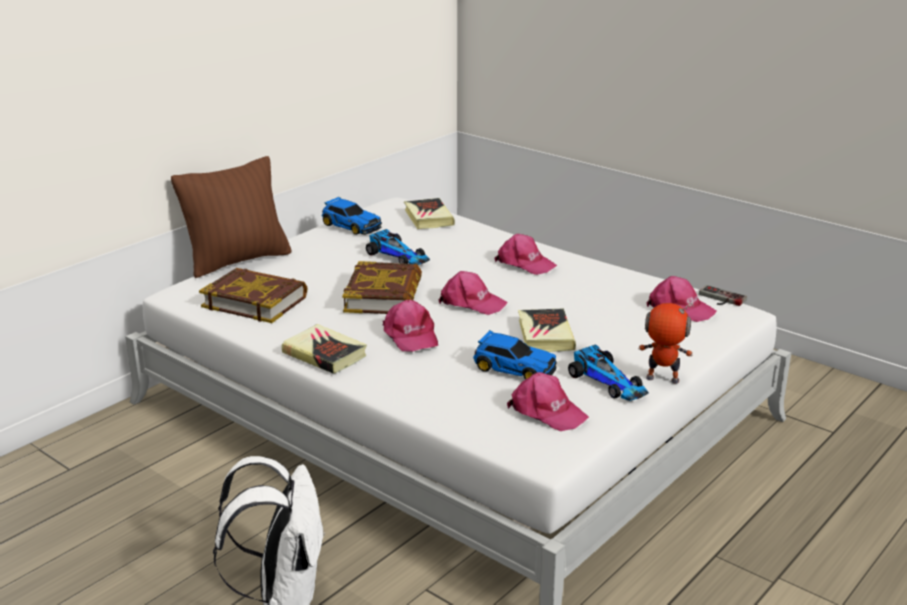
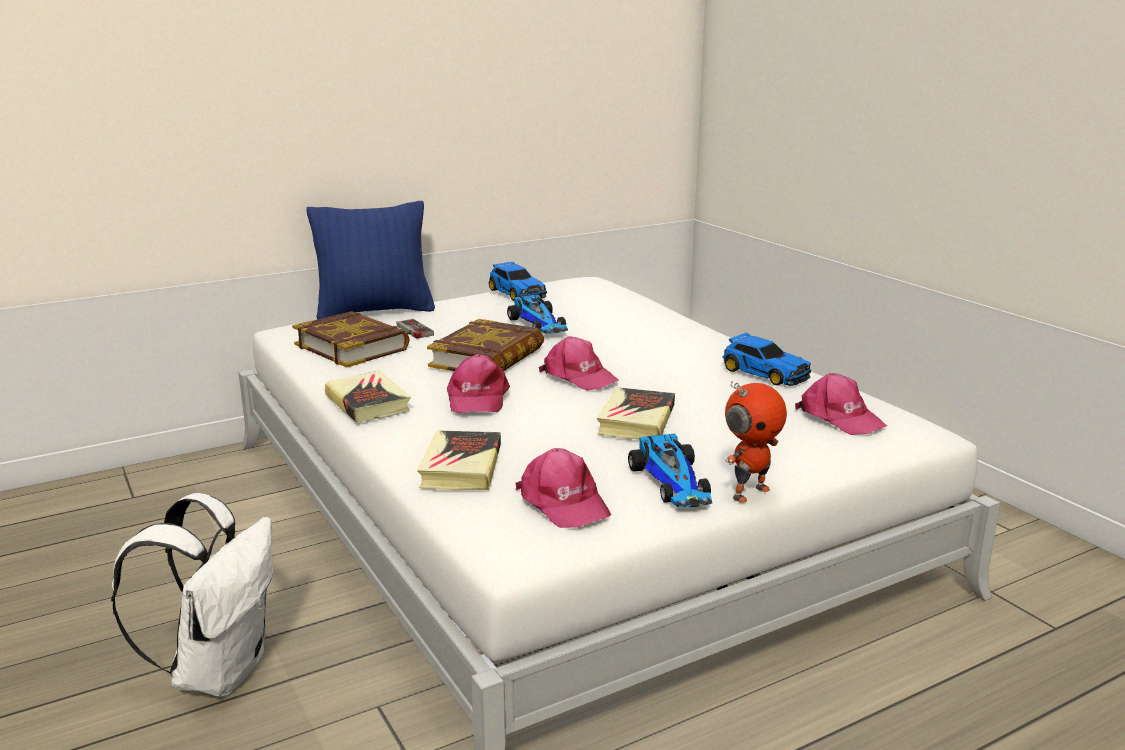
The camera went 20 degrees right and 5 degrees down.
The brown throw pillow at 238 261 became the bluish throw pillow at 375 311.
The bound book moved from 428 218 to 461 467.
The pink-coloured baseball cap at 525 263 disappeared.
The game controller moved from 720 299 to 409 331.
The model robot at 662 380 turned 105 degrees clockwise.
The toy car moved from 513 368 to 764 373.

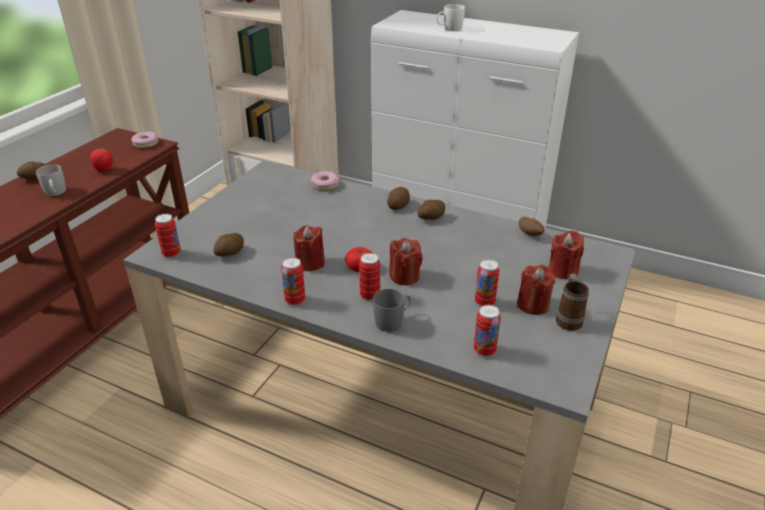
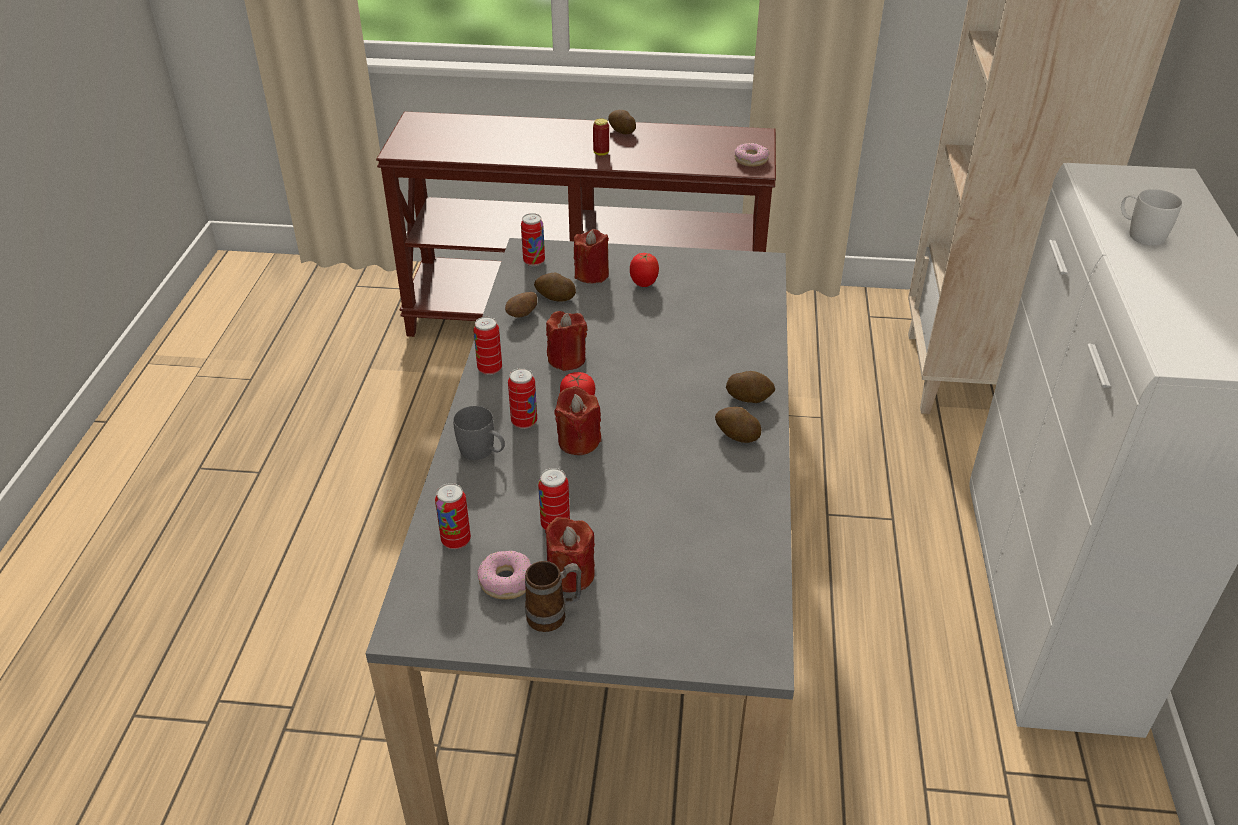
The camera went 70 degrees right and 5 degrees up.
The tomato moved from 104 170 to 644 284.
The white-coloured mug at 55 193 was replaced by the can at 601 153.
The ring doughnut moved from 325 185 to 506 581.
The spud moved from 530 234 to 522 315.
The red wax light moved from 563 270 to 591 274.

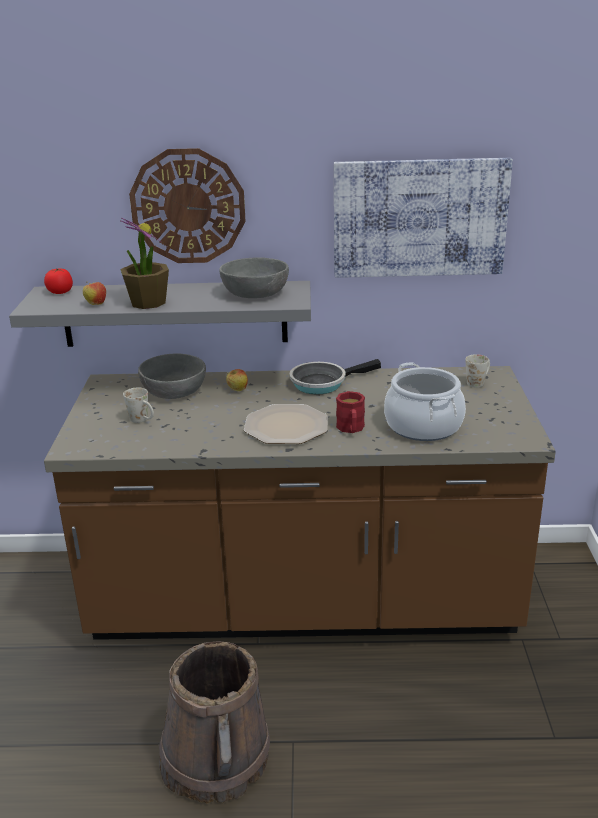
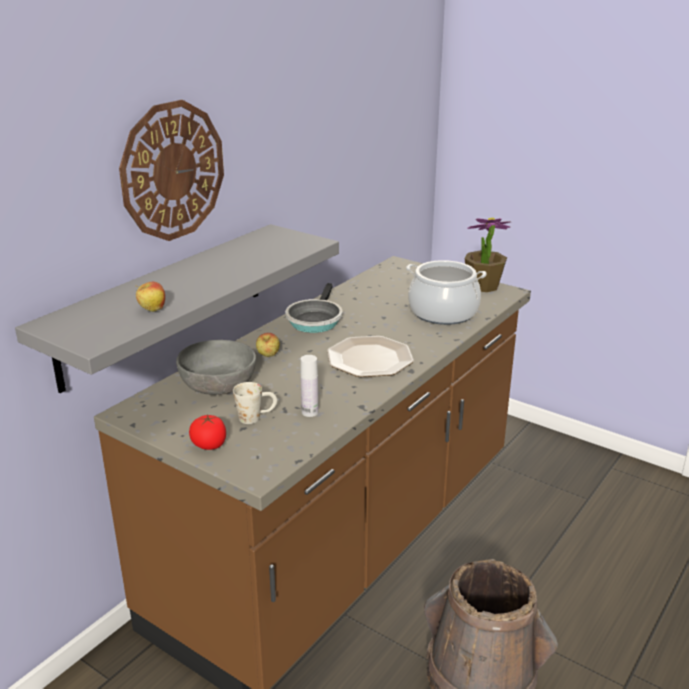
The camera went 55 degrees left and 0 degrees up.
The wall art at 419 218 disappeared.
The houseplant moved from 148 303 to 483 286.
The greyish deep dish at 255 293 disappeared.
The tomato moved from 60 292 to 209 445.
The white-coloured mug at 478 382 disappeared.
The red mug at 351 429 disappeared.
The white-coloured bottle at 310 412 appeared.

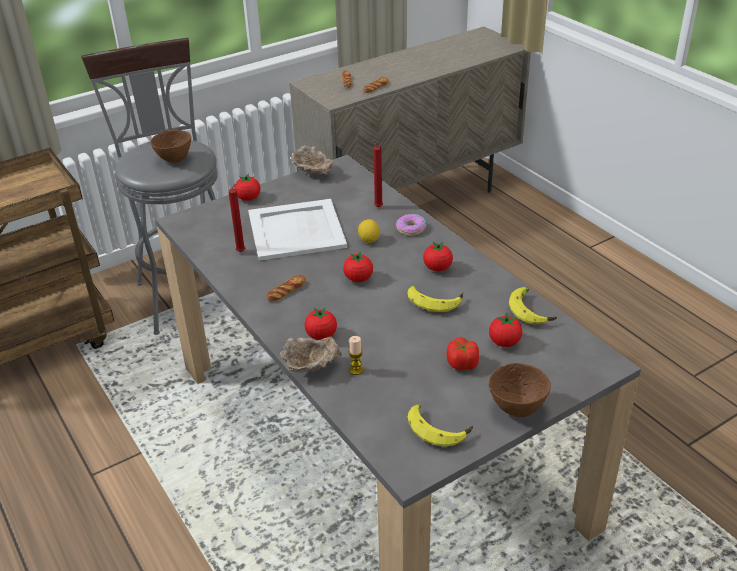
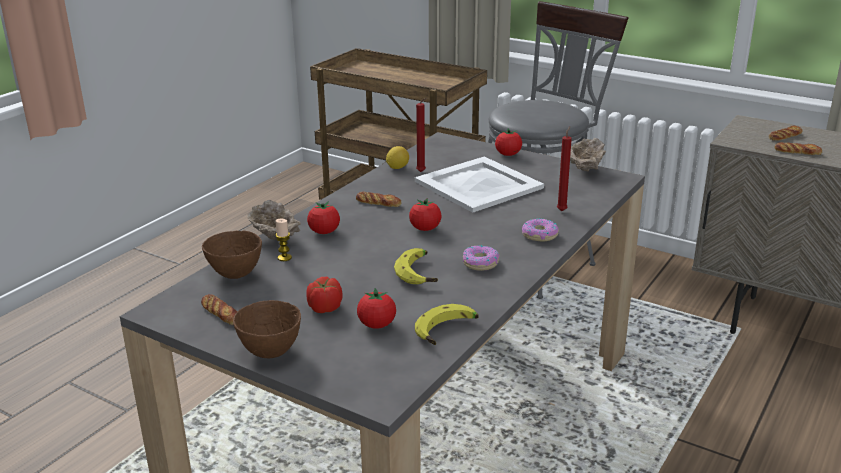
The camera went 65 degrees right and 10 degrees down.
The brown deep dish moved from 175 160 to 235 274.
The whole lemon moved from 369 240 to 397 167.
The tomato at 437 268 was replaced by the ring doughnut at 480 263.
The whole banana at 438 428 was replaced by the bread at 221 313.

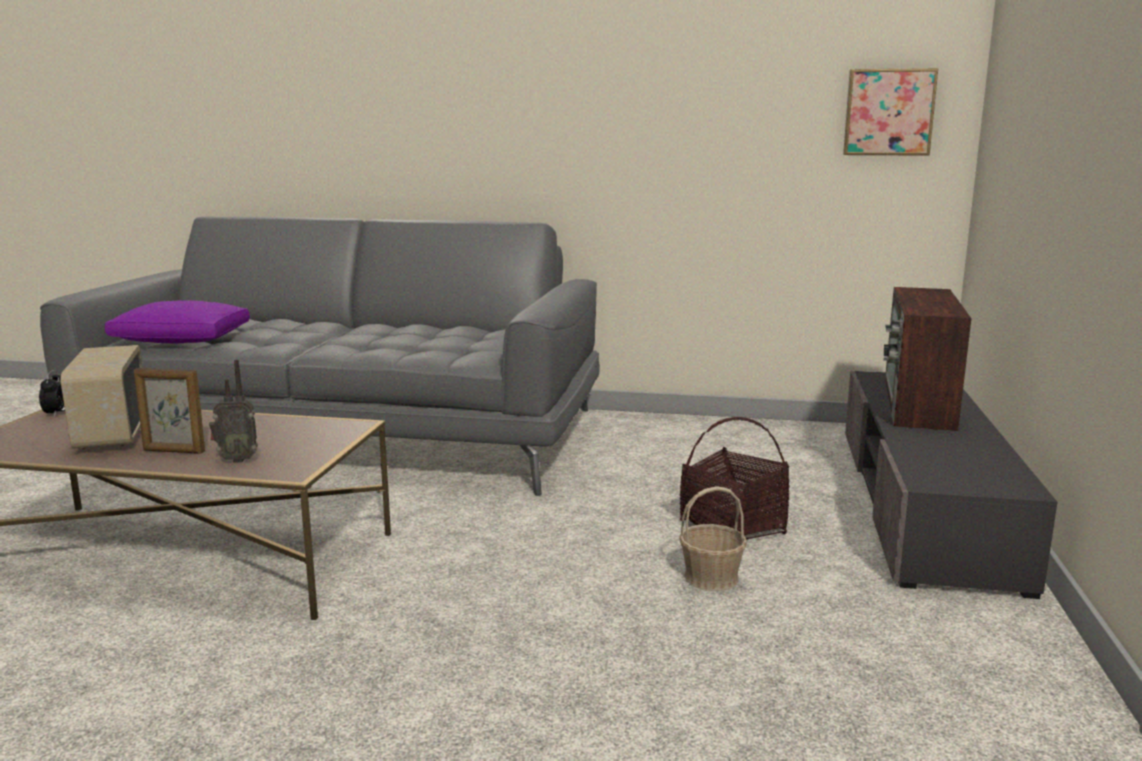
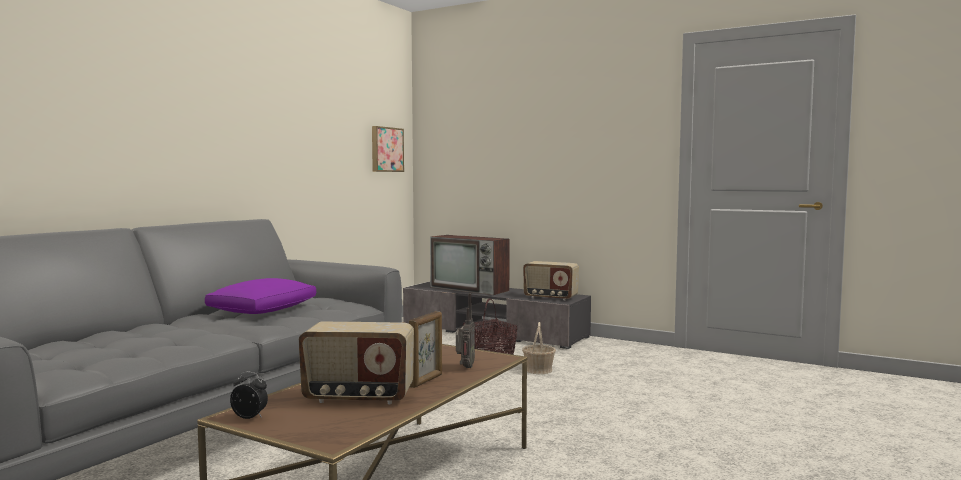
The camera went 70 degrees left and 10 degrees down.
The purple throw pillow moved from 183 340 to 263 310.
The radio at 550 297 appeared.

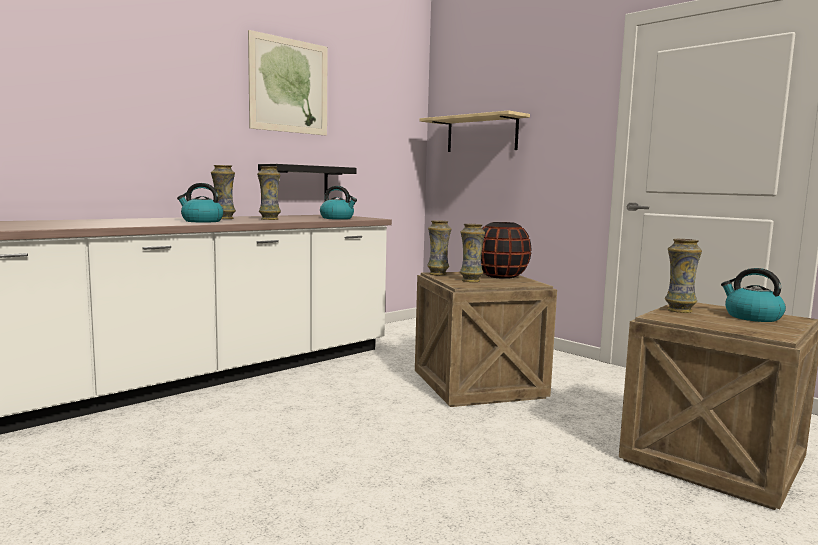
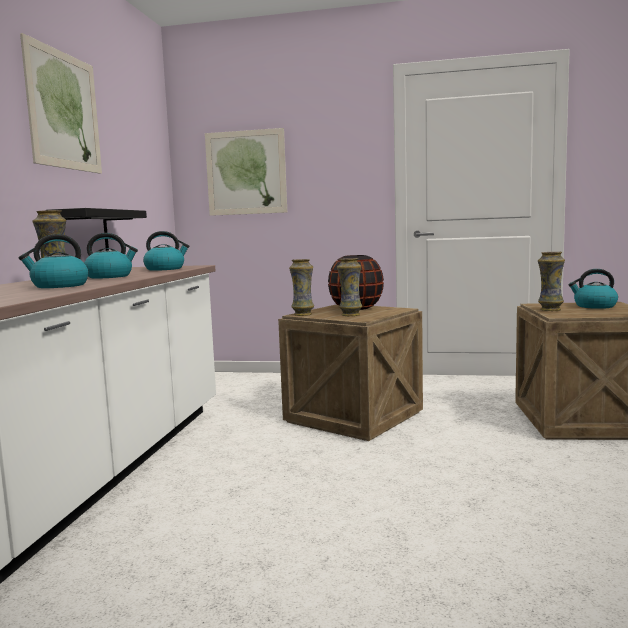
The camera went 35 degrees left and 0 degrees up.
The beige-coloured shelf at 481 134 was replaced by the wall art at 246 172.
The flower vase at 269 219 was replaced by the tea kettle at 110 276.

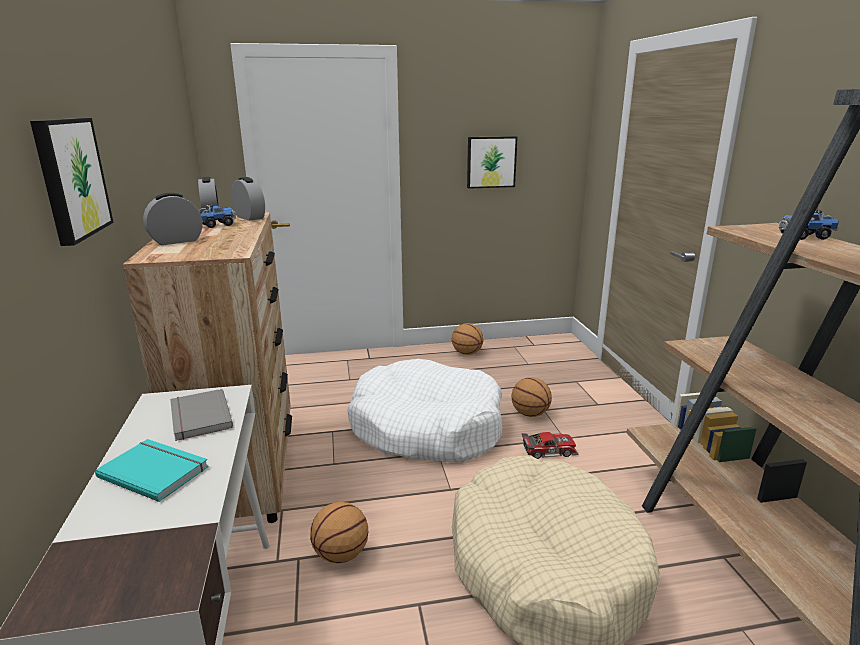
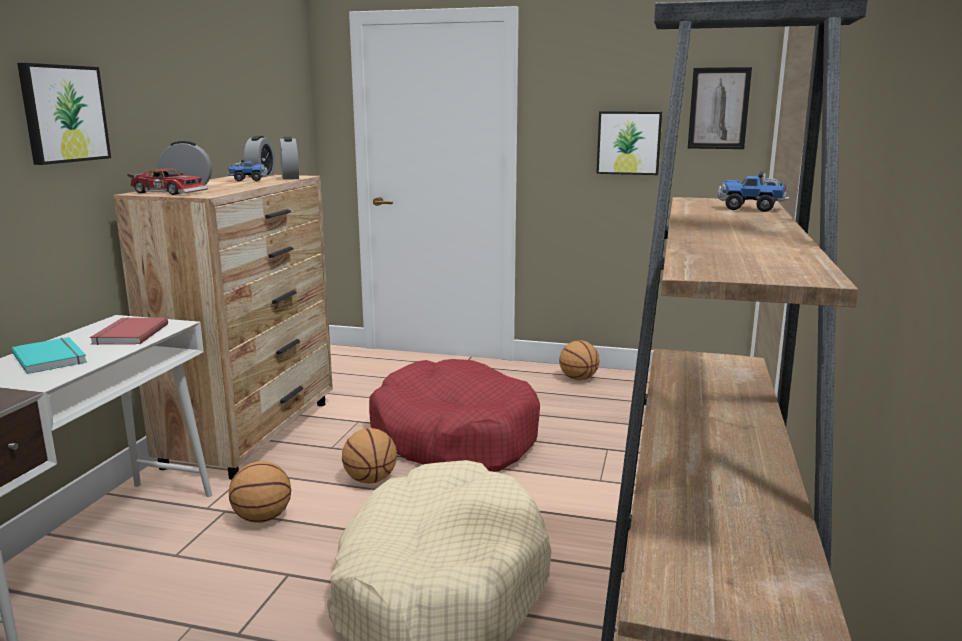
The camera went 25 degrees right and 5 degrees down.
The white-coloured pet bed at 426 427 became the red pet bed at 454 437.
The basketball ball moved from 530 414 to 371 480.
The greyish bound book at 198 417 became the red bound book at 128 334.
The toy car moved from 548 449 to 170 192.
The wall art at 718 108 appeared.

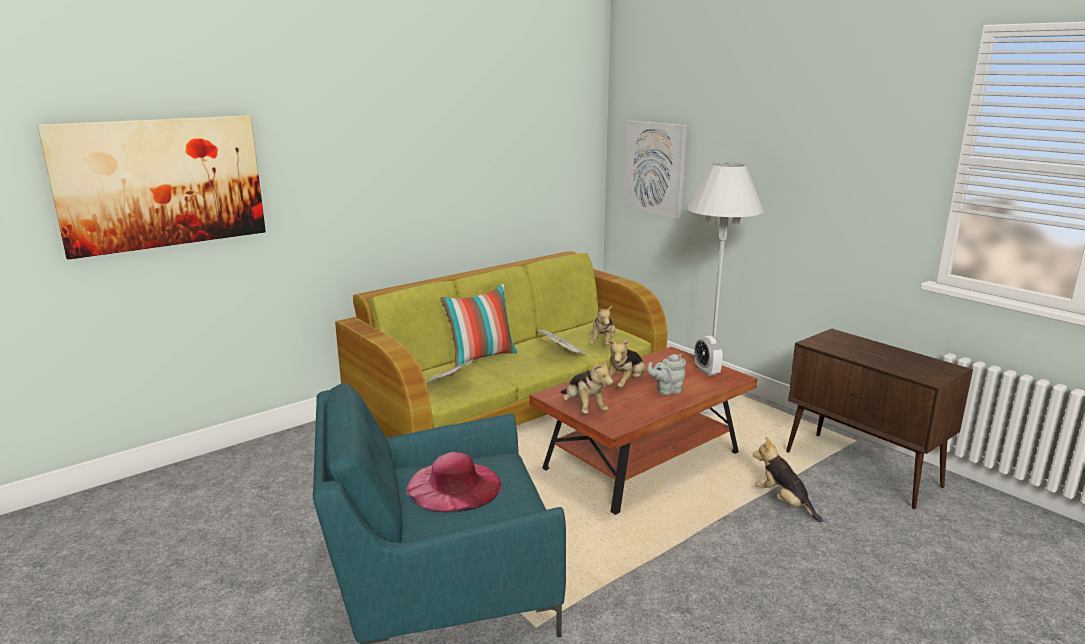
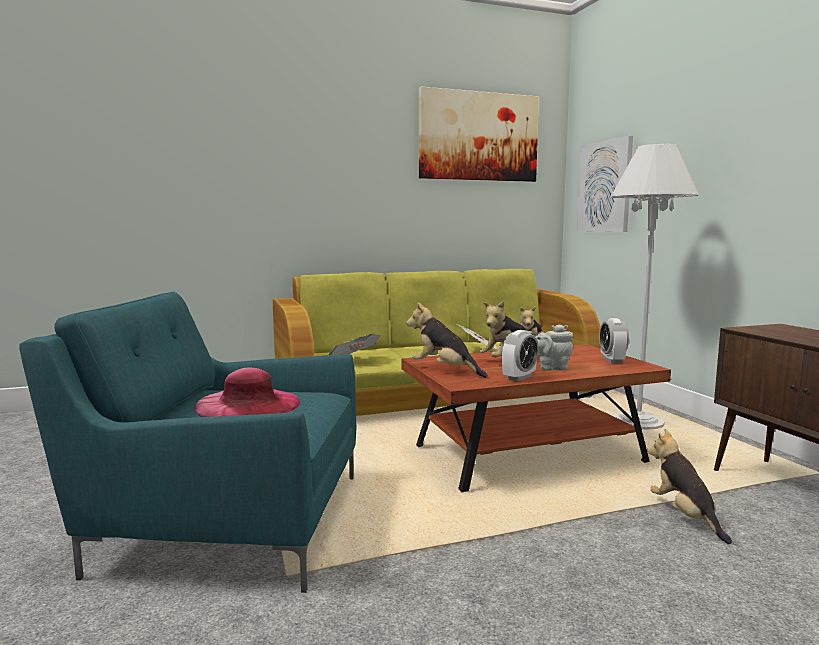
The camera went 20 degrees right and 10 degrees down.
The wall art moved from 161 183 to 478 136.
The throw pillow at 481 357 disappeared.
The cuddly toy at 584 409 turned 135 degrees clockwise.
The bedside clock at 519 377 appeared.

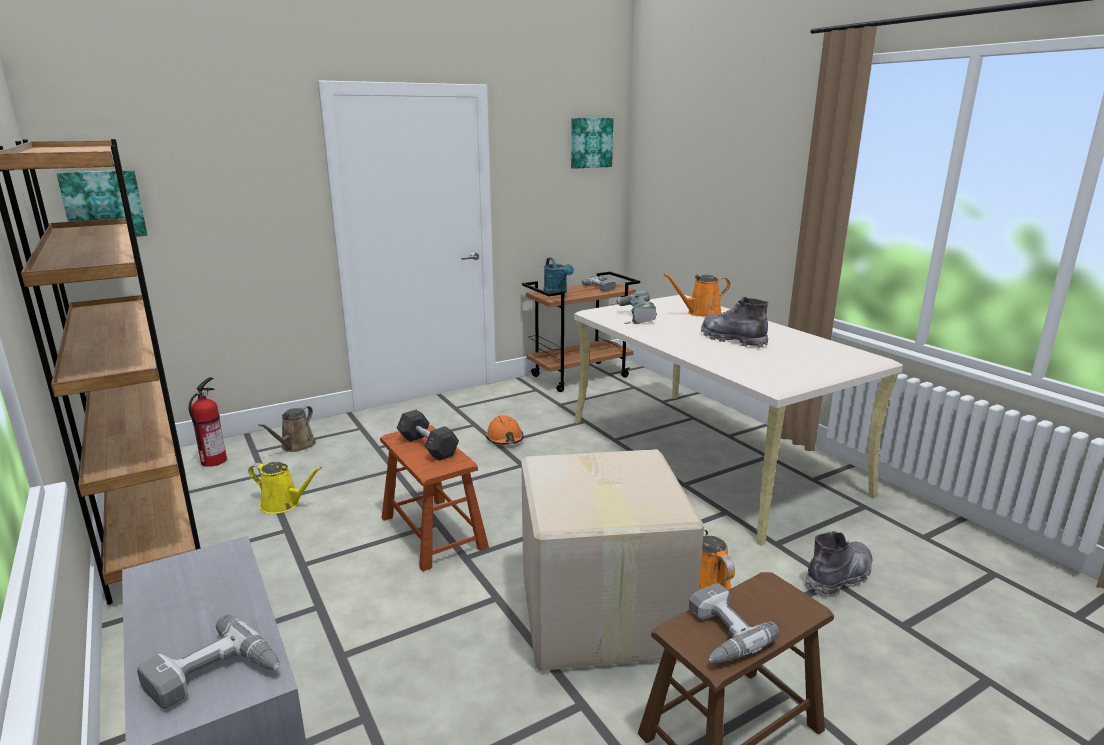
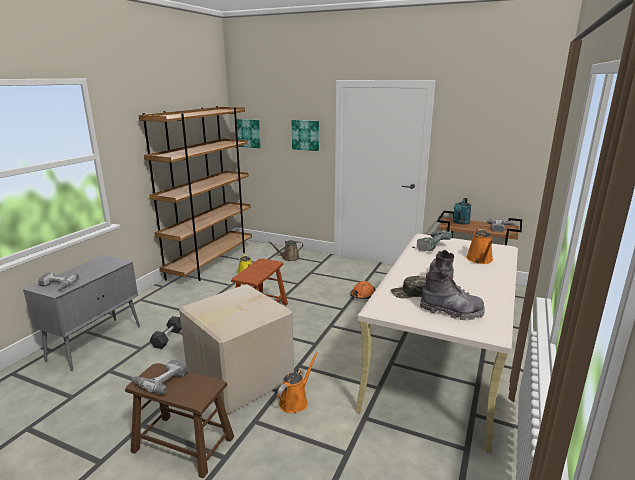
The camera went 55 degrees right and 0 degrees up.
The wall art moved from 590 143 to 306 135.
The orange-coloured sprinkling can at 701 313 turned 120 degrees counterclockwise.
The extinguisher at 214 460 disappeared.
The greyish dumbbell moved from 428 446 to 168 338.
The greyish boot moved from 838 577 to 451 311.
The green baseball cap at 411 292 appeared.

